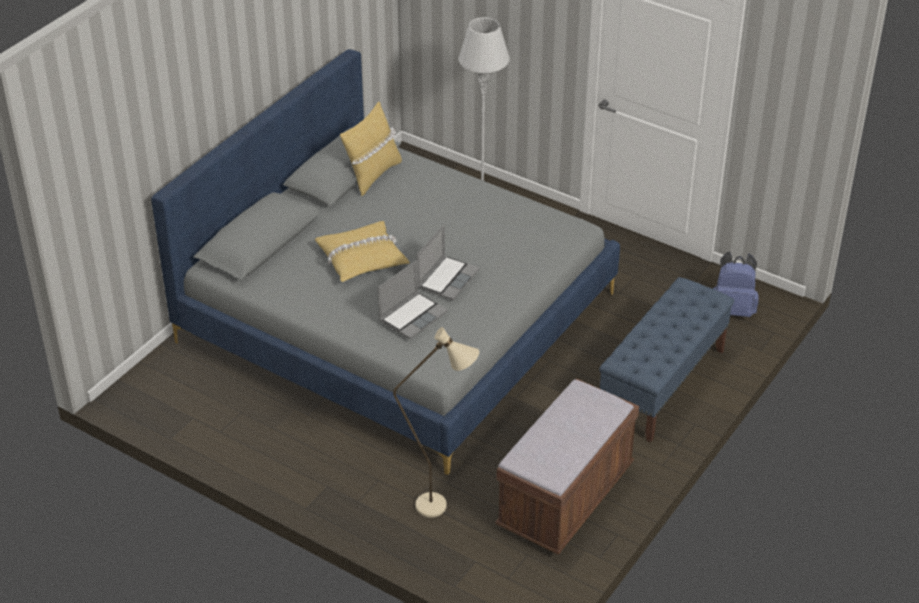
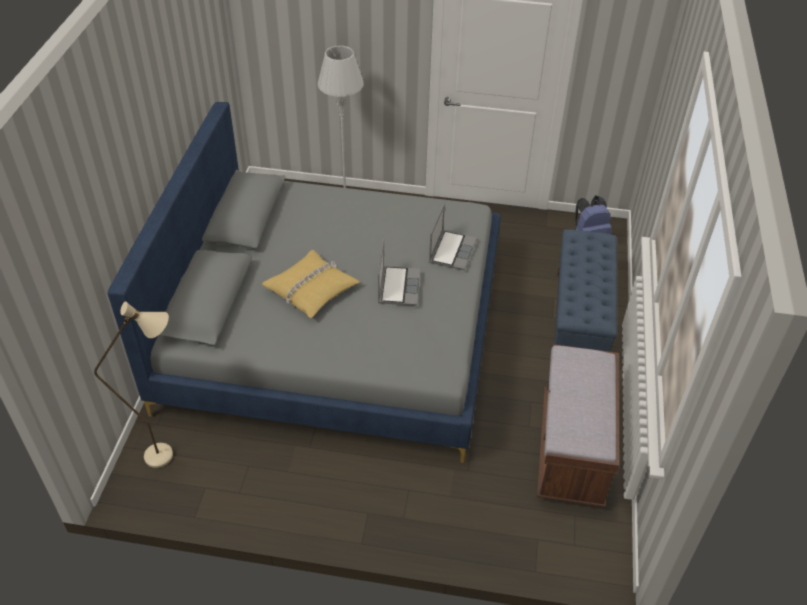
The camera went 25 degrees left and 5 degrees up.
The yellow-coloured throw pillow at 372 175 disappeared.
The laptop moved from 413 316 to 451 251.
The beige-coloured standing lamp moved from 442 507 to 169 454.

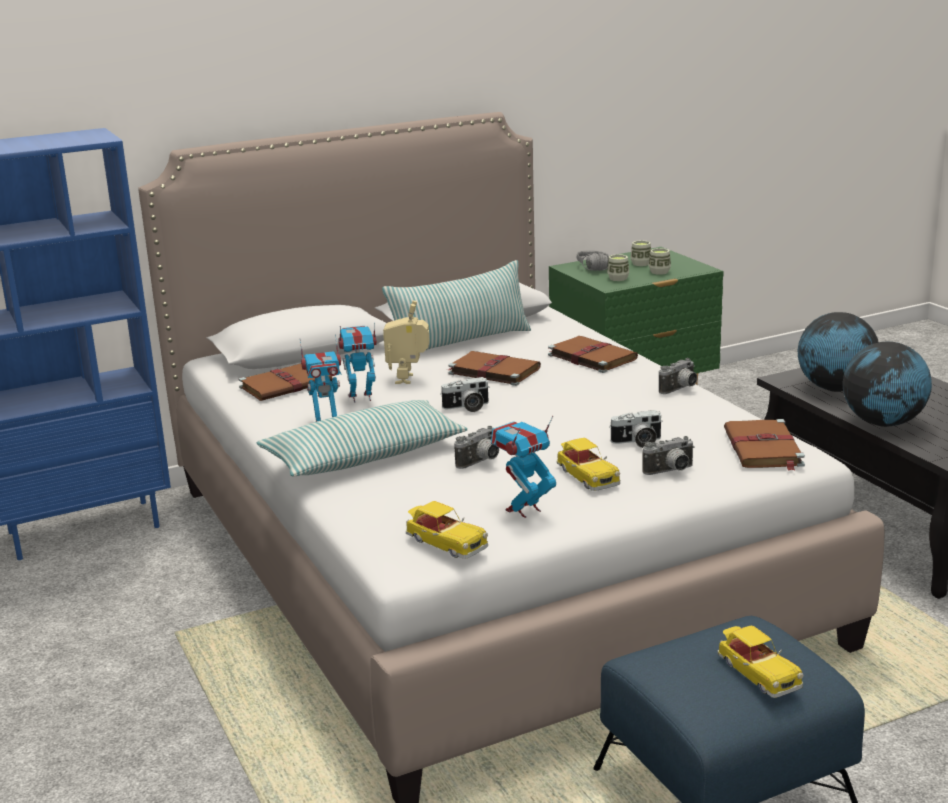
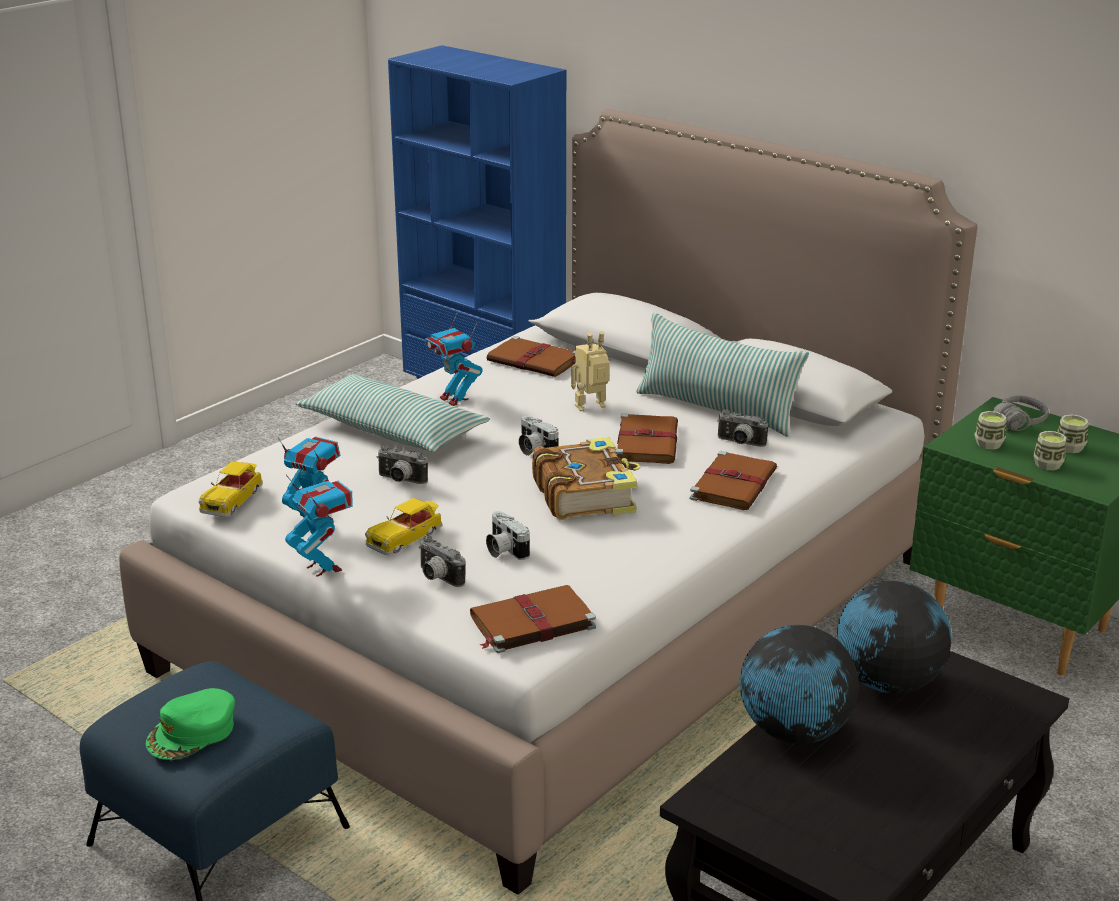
The camera went 65 degrees right and 5 degrees up.
The model robot moved from 361 397 to 323 568.
The still camera moved from 680 389 to 740 443.
The toy car at 757 673 was replaced by the green baseball cap at 192 732.
The bound book at 585 494 appeared.

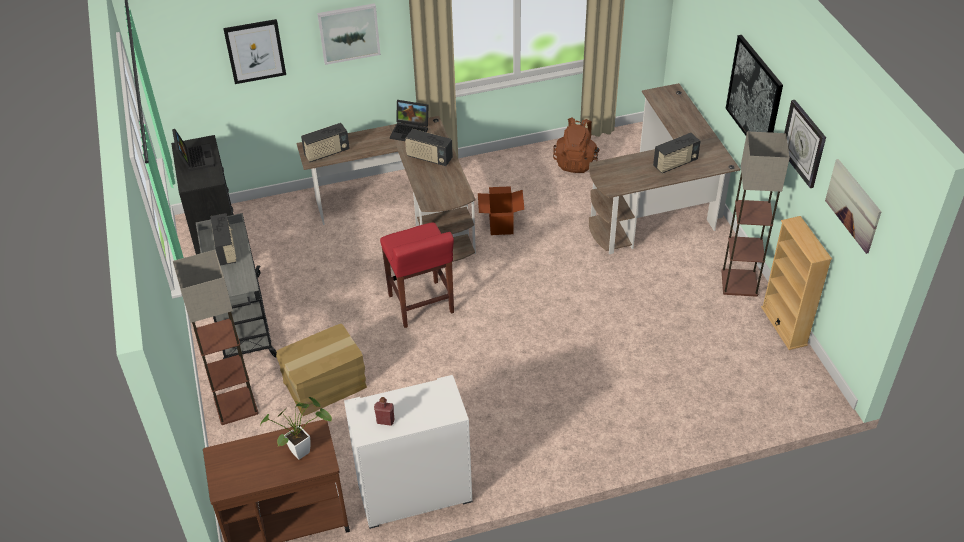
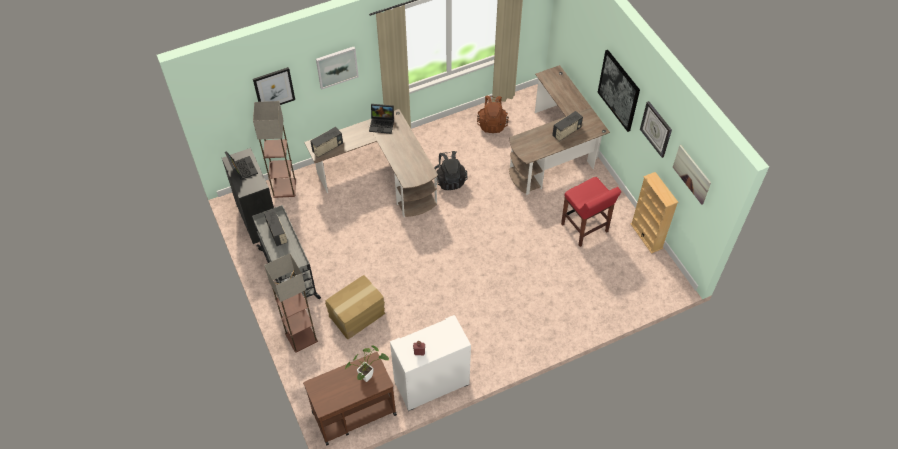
The camera went 10 degrees left and 10 degrees up.
The radio at 429 158 disappeared.
The standing lamp moved from 738 282 to 284 188.
The cardboard box at 501 224 was replaced by the black-coloured knapsack at 450 180.
The red sitting stool moved from 421 305 to 584 228.

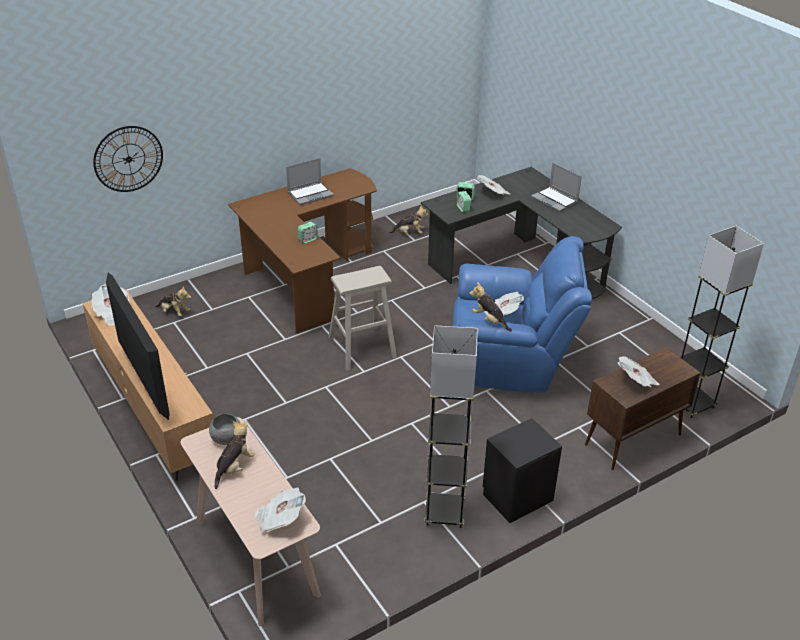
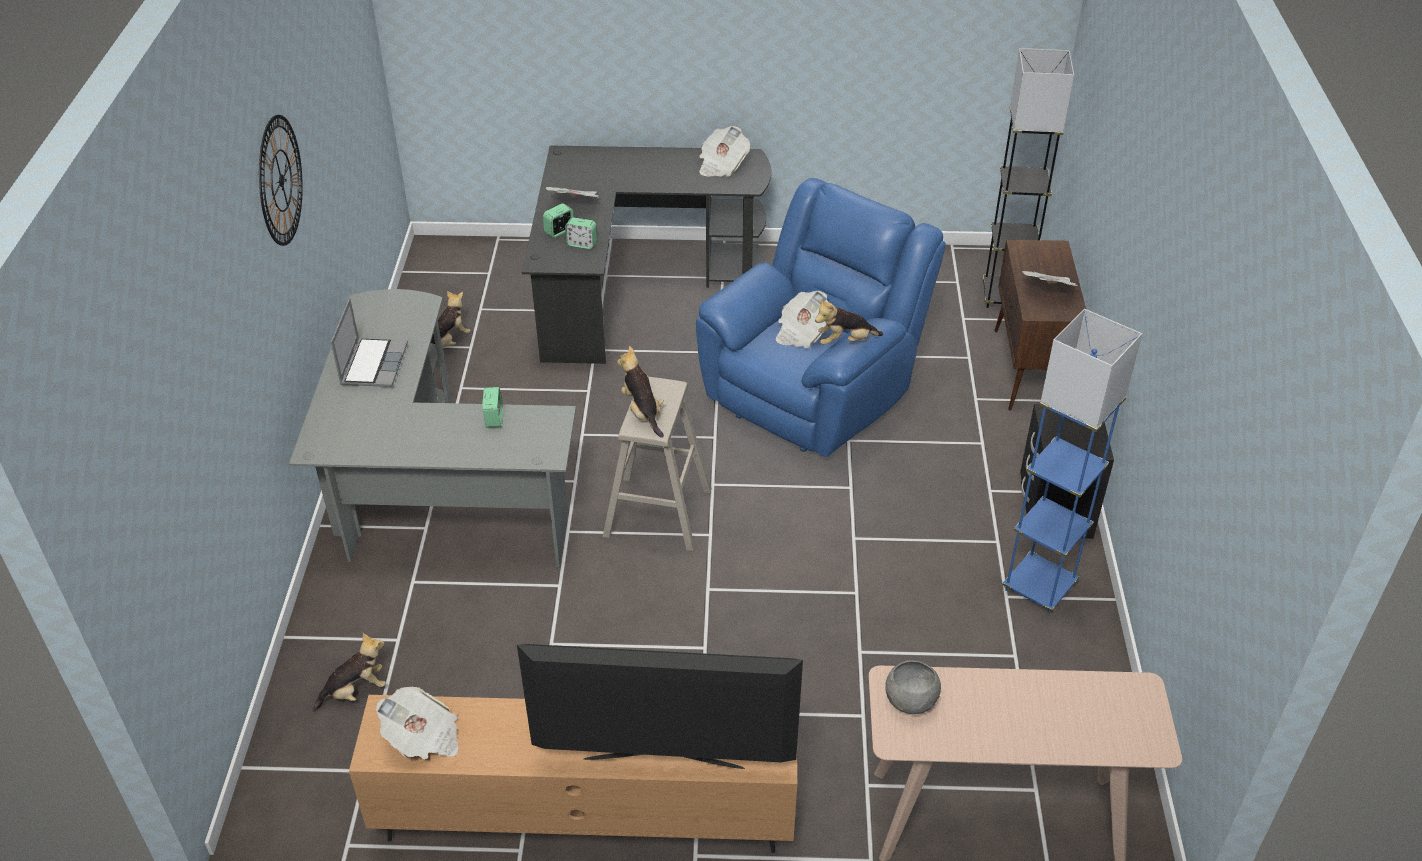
The camera went 55 degrees left and 5 degrees up.
The clock on the wall moved from 128 159 to 280 180.
The laptop at 555 200 disappeared.
The brown desk unit at 306 275 became the greyish desk unit at 429 494.
The greyish standing lamp at 444 513 became the bluish standing lamp at 1039 587.
The cuddly toy moved from 234 467 to 642 412.
The newspaper moved from 279 519 to 722 165.

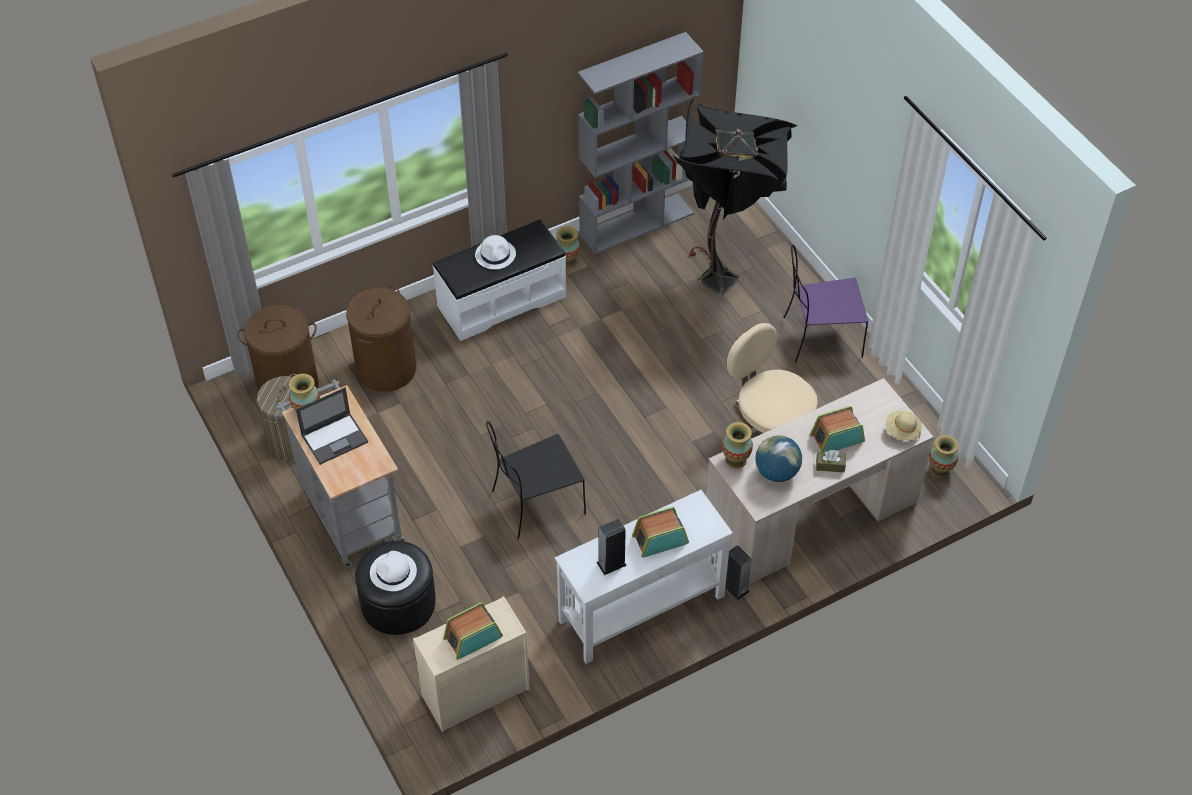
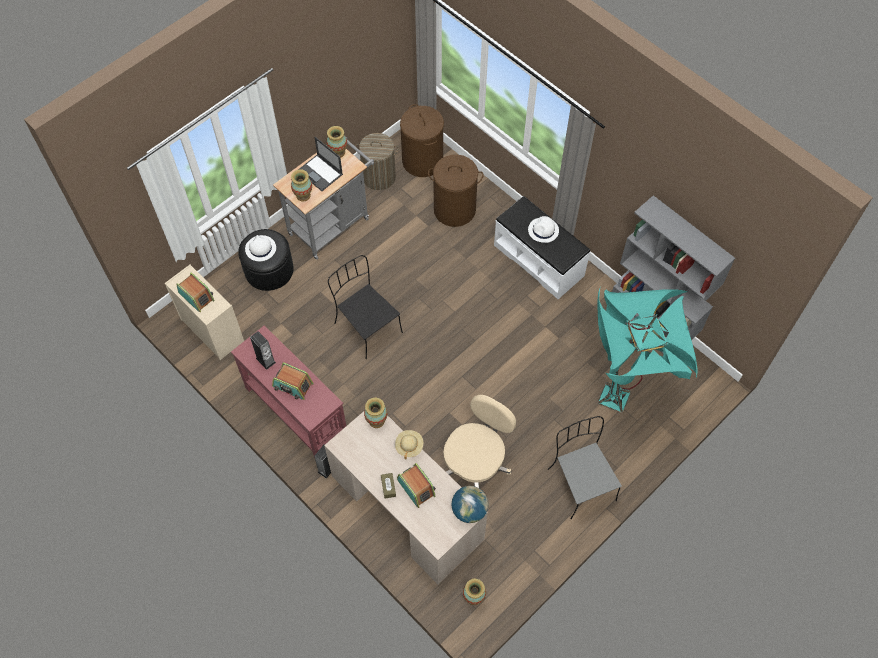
The camera went 75 degrees right and 10 degrees up.
The black-coloured standing lamp at 725 273 became the turquoise-coloured standing lamp at 622 401.
The flower vase moved from 567 261 to 303 195.
The purple chair at 820 337 became the greyish chair at 580 483.
The beige-coloured hat moved from 902 431 to 409 446.
The world globe moved from 776 472 to 469 510.
The white-coloured hall table at 640 608 became the red hall table at 296 411.
The radio at 660 539 turned 150 degrees clockwise.

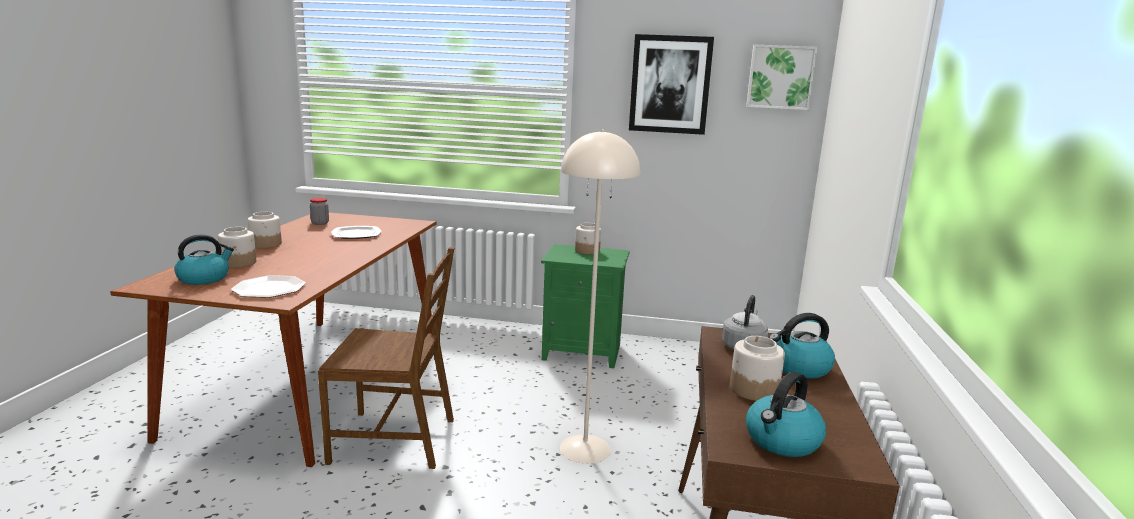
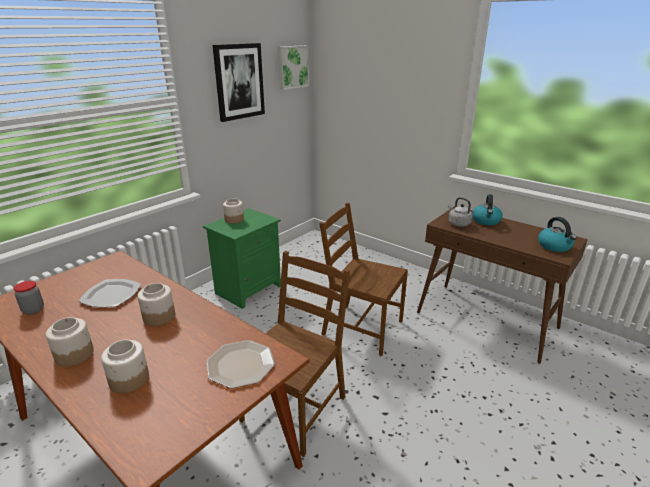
The camera went 60 degrees left and 10 degrees up.
The beige-coloured standing lamp at 585 448 was replaced by the brown chair at 361 328.
The tea kettle at 204 278 disappeared.
The jar moved from 753 389 to 159 316.

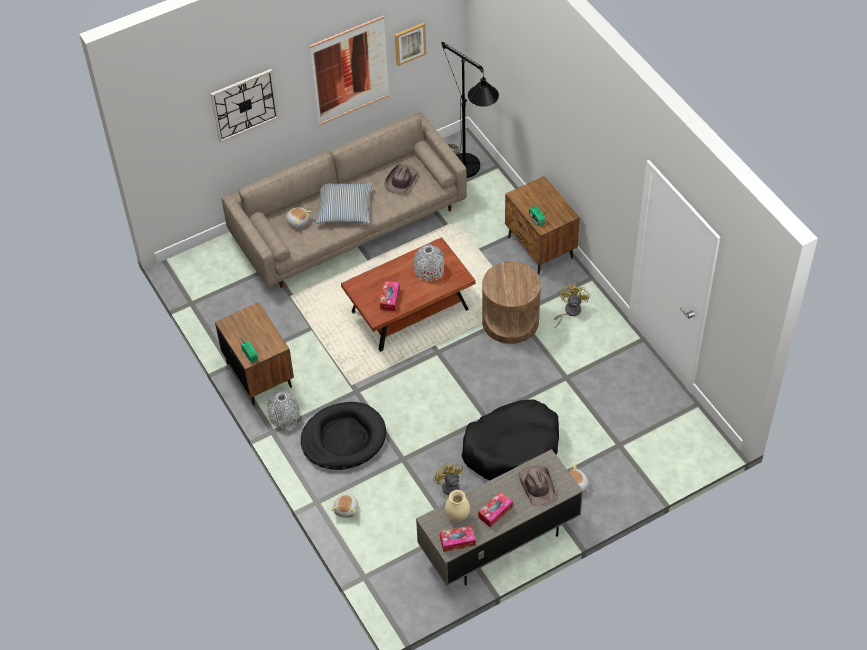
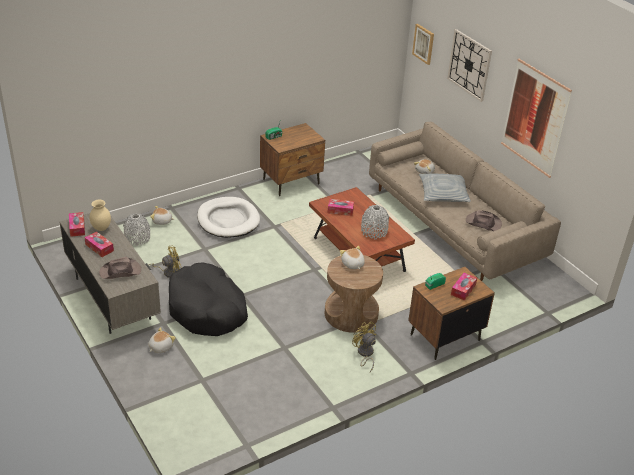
The camera went 85 degrees right and 15 degrees down.
The wall art moved from 409 43 to 423 44.
The black-coloured standing lamp at 469 172 disappeared.
The yellow-coloured fan at 569 312 turned 135 degrees counterclockwise.
The greyish flower vase moved from 284 416 to 137 238.
The black-coloured pet bed at 343 438 became the white-coloured pet bed at 228 220.
The cuddly toy at 352 264 appeared.
The tissue box at 463 290 appeared.

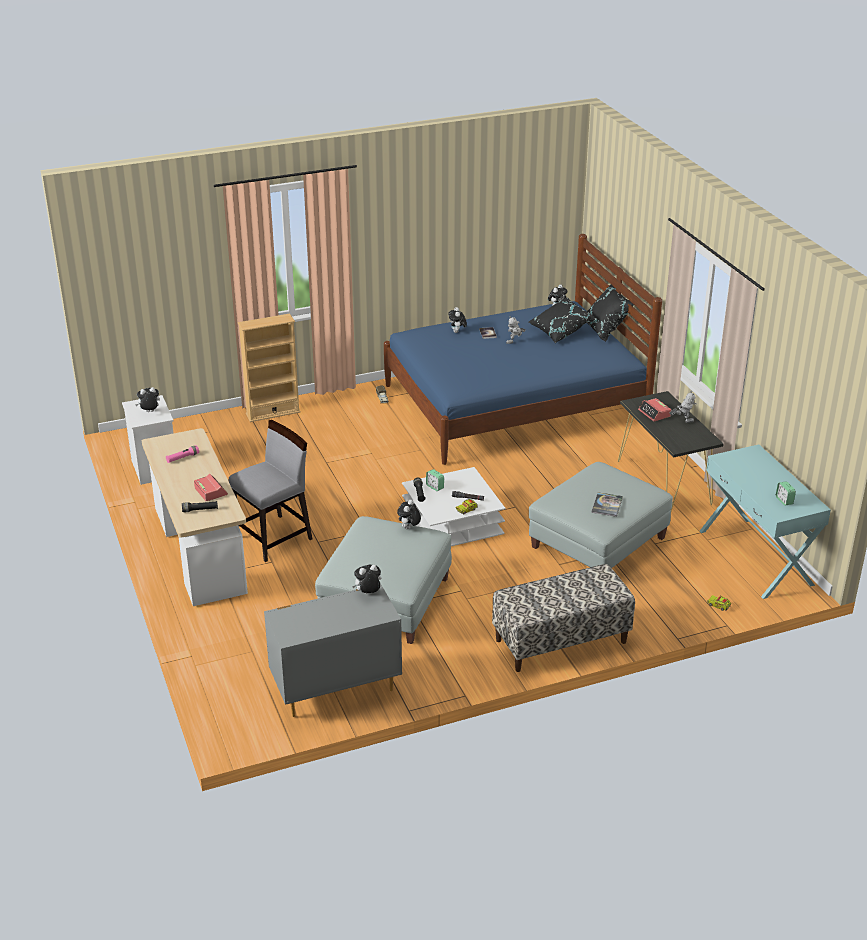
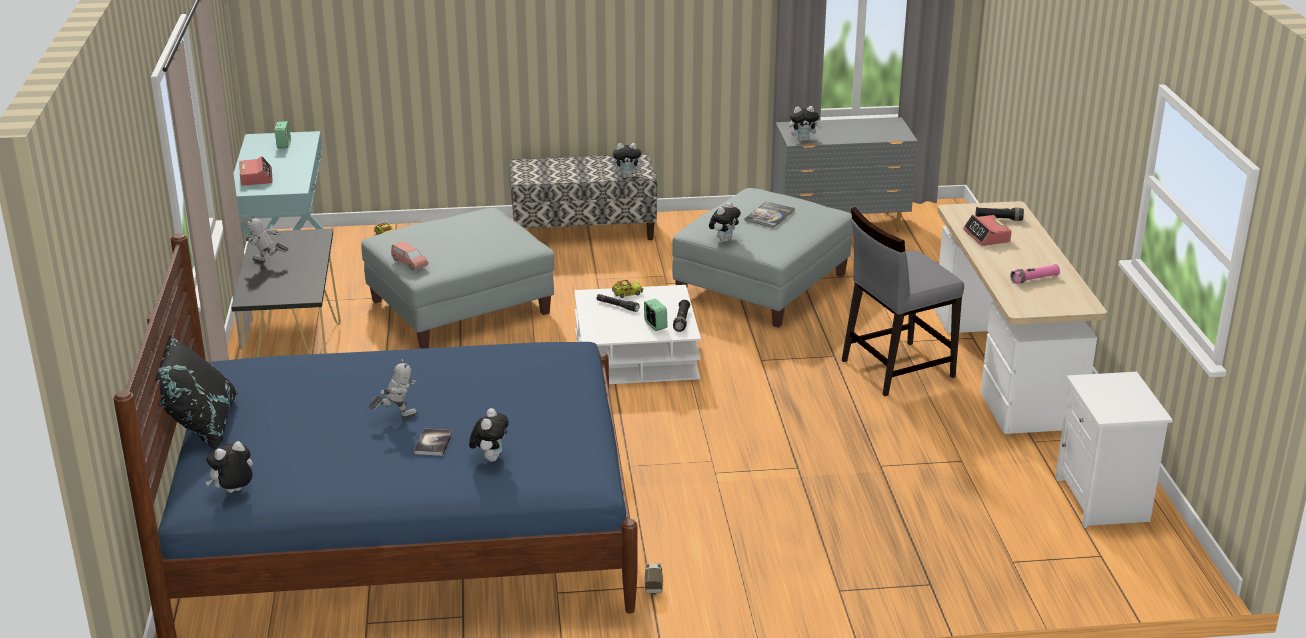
The camera went 165 degrees left and 5 degrees down.
The black-coloured throw pillow at 560 331 disappeared.
The beige-coloured shelving unit at 273 413 disappeared.
The cuddly toy moved from 149 412 to 628 176.
The bedside clock moved from 654 413 to 256 177.
The bound book moved from 607 505 to 769 215.
The pink-coloured toy car at 409 263 appeared.

